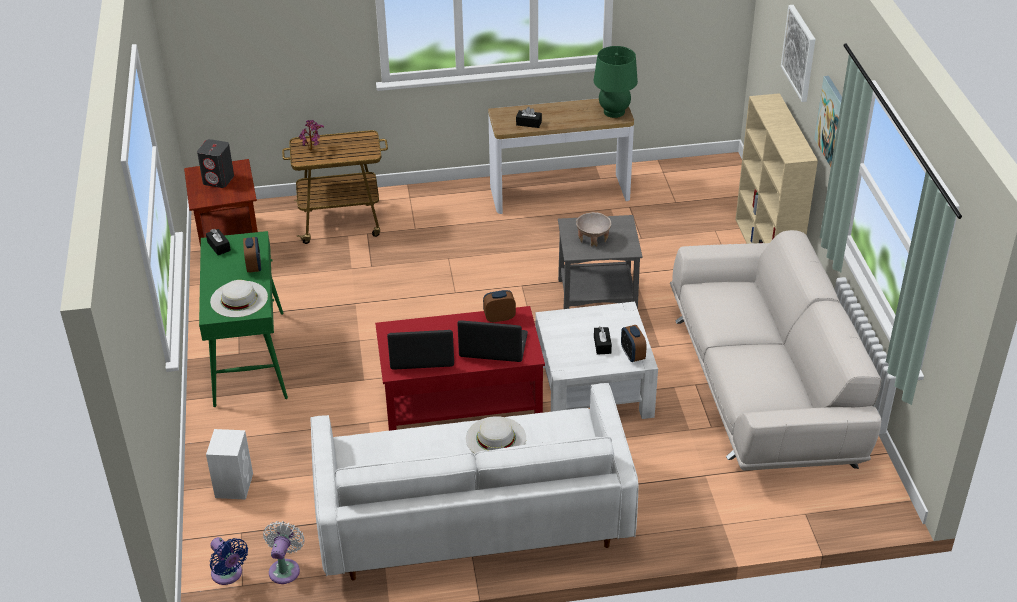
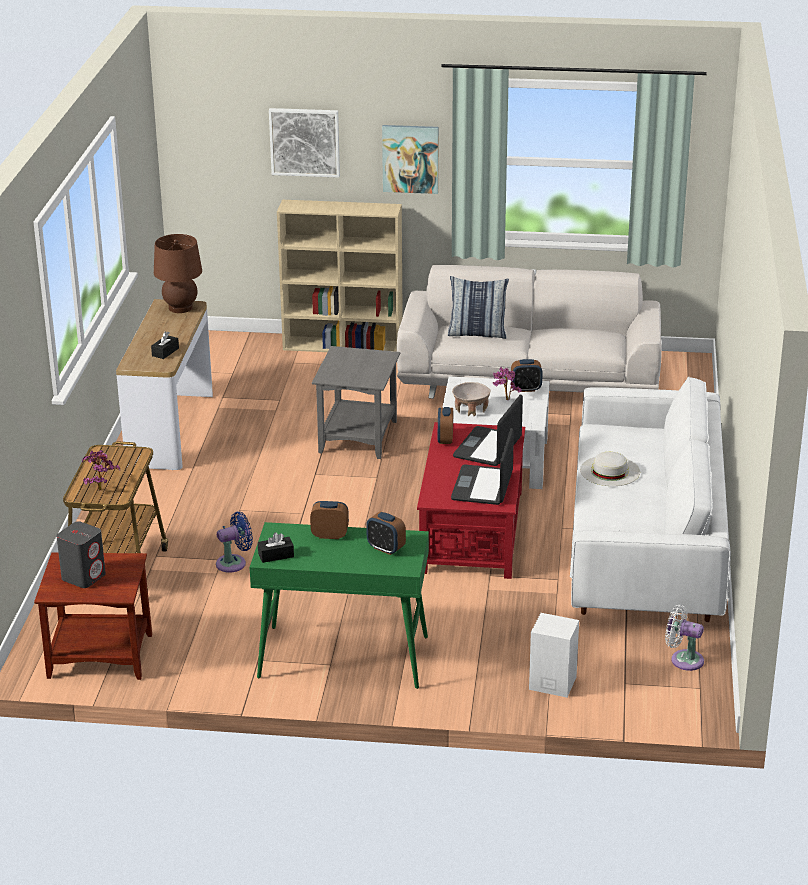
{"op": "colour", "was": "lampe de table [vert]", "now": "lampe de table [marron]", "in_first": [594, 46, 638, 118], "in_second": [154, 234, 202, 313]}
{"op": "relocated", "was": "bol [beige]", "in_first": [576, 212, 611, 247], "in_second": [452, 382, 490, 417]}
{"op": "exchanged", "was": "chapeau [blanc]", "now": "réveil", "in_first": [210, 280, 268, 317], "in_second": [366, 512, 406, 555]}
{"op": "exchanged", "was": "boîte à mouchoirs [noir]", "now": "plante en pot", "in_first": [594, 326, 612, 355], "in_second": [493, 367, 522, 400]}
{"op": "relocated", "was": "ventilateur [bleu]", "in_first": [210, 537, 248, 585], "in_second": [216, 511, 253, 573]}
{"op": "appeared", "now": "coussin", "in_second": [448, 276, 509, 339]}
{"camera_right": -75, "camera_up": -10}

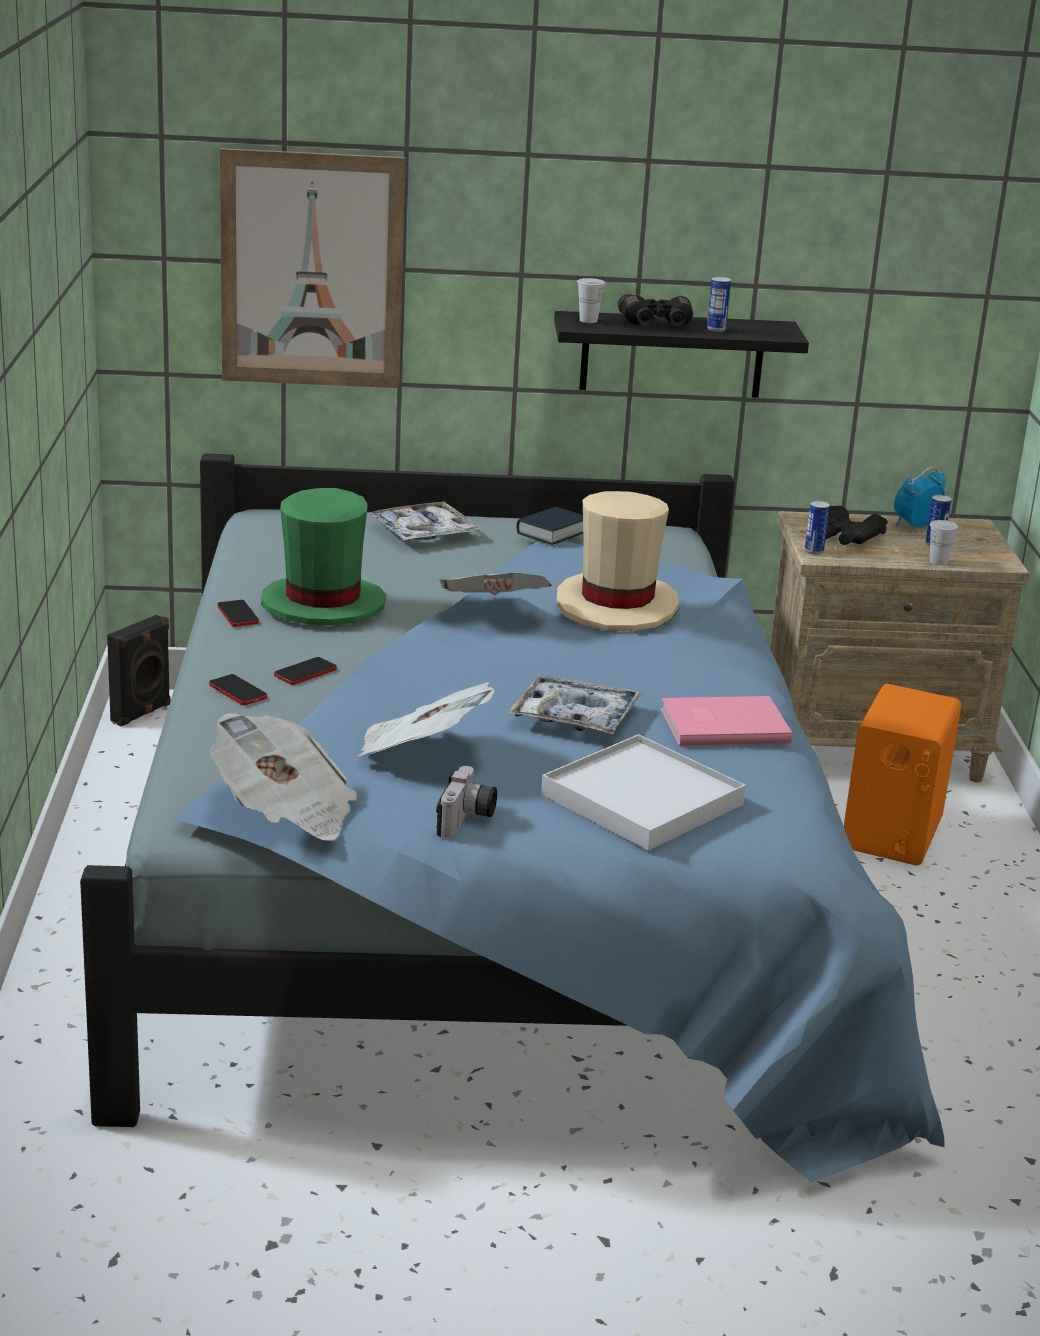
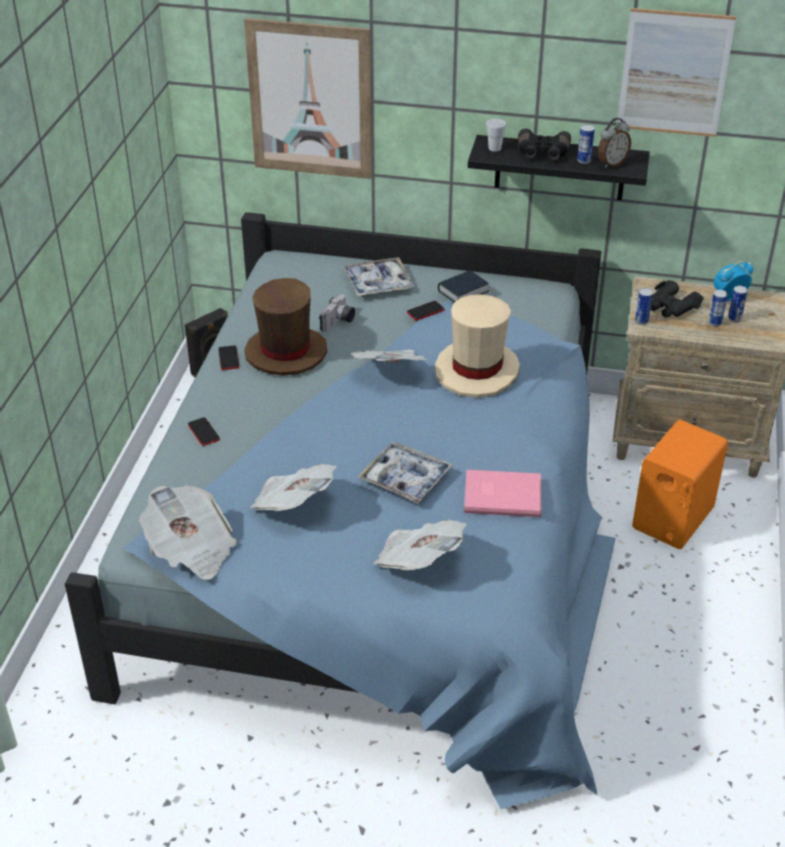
{"op": "colour", "was": "chapeau [vert]", "now": "chapeau [marron]", "in_first": [261, 488, 386, 625], "in_second": [244, 278, 327, 376]}
{"op": "missing", "was": "tasse [blanc]", "in_first": [930, 520, 959, 565]}
{"op": "relocated", "was": "téléphone", "in_first": [274, 657, 337, 685], "in_second": [407, 301, 444, 321]}
{"op": "exchanged", "was": "plateau [blanc]", "now": "journal", "in_first": [541, 734, 746, 851], "in_second": [374, 519, 467, 570]}
{"op": "relocated", "was": "appareil photo", "in_first": [436, 766, 497, 838], "in_second": [319, 294, 355, 332]}
{"op": "appeared", "now": "tableau", "in_second": [617, 8, 736, 137]}
{"op": "appeared", "now": "réveil", "in_second": [598, 118, 631, 168]}
{"op": "appeared", "now": "boîte métallique", "in_second": [708, 290, 728, 326]}
{"camera_right": 15, "camera_up": 15}

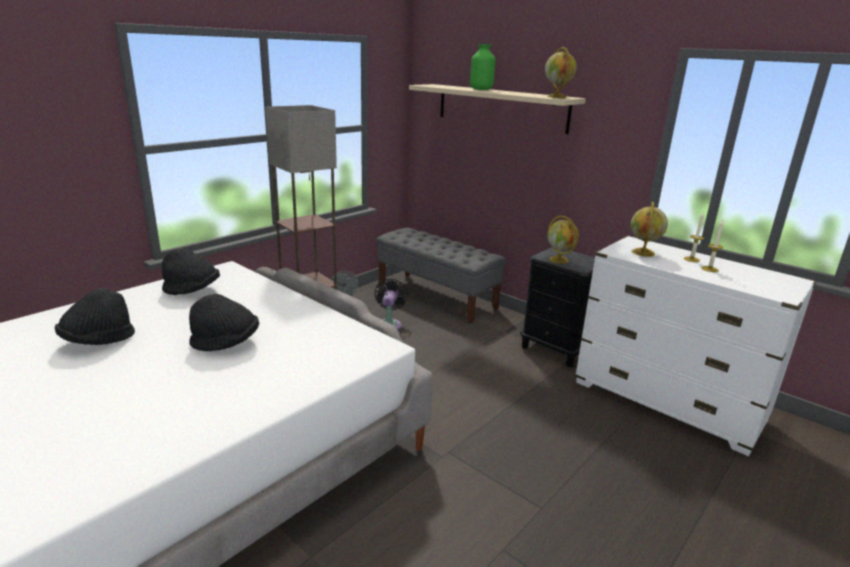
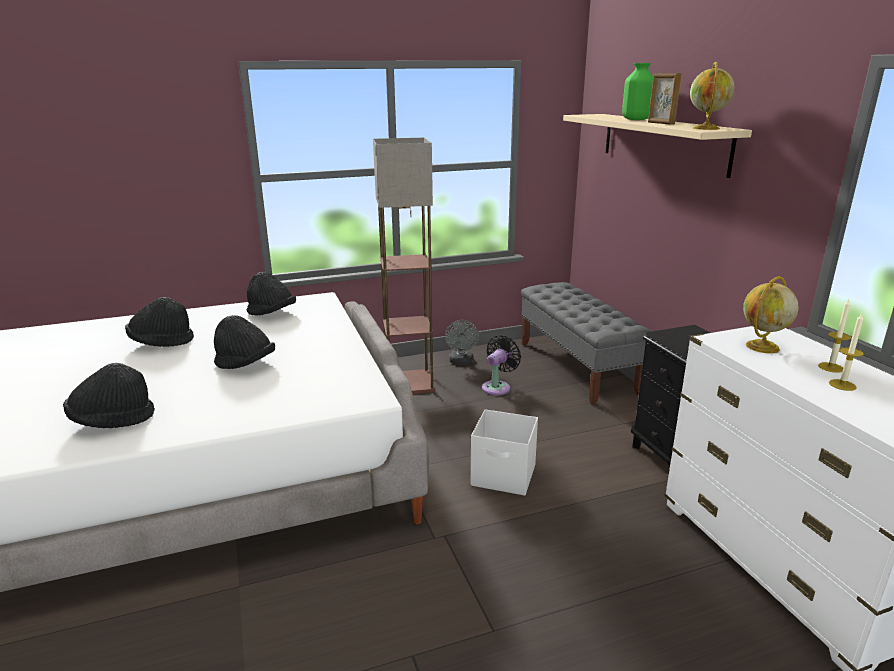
{"op": "missing", "was": "globe", "in_first": [547, 216, 579, 264]}
{"op": "appeared", "now": "cadre photo", "in_second": [648, 73, 681, 125]}
{"op": "appeared", "now": "chapeau [noir]", "in_second": [63, 363, 155, 428]}
{"op": "appeared", "now": "boîte de rangement [blanc]", "in_second": [471, 409, 538, 496]}
{"camera_right": 30, "camera_up": 0}

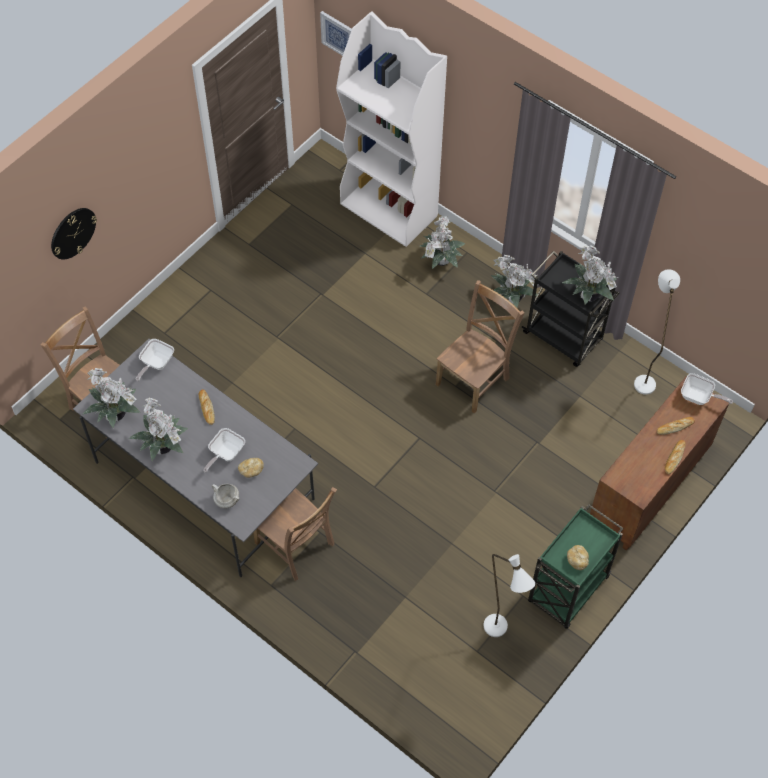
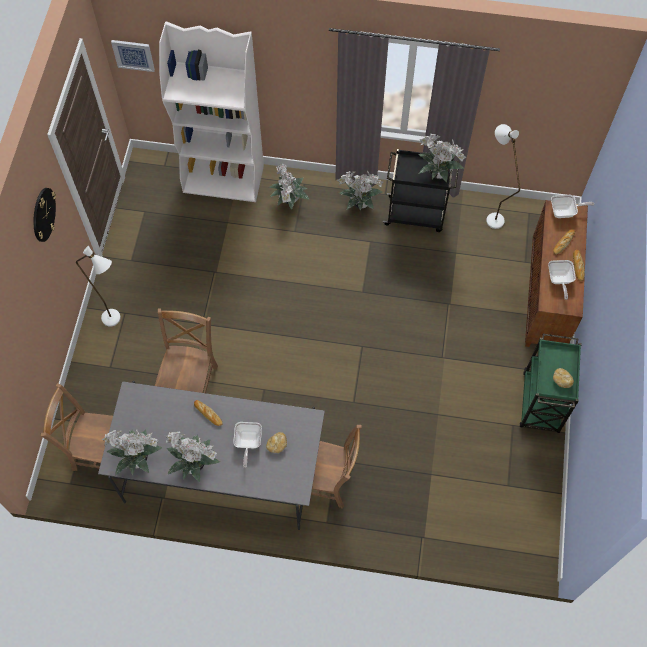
{"op": "relocated", "was": "horloge murale", "in_first": [51, 208, 97, 260], "in_second": [33, 188, 56, 242]}
{"op": "relocated", "was": "chaise [marron]", "in_first": [436, 280, 524, 414], "in_second": [155, 308, 218, 393]}
{"op": "relocated", "was": "poêle", "in_first": [136, 339, 174, 381], "in_second": [548, 260, 576, 300]}
{"op": "missing", "was": "marmite [blanc]", "in_first": [212, 484, 240, 508]}
{"op": "relocated", "was": "lampadaire [blanc]", "in_first": [484, 554, 535, 637], "in_second": [76, 246, 121, 327]}
{"camera_right": -30, "camera_up": 5}

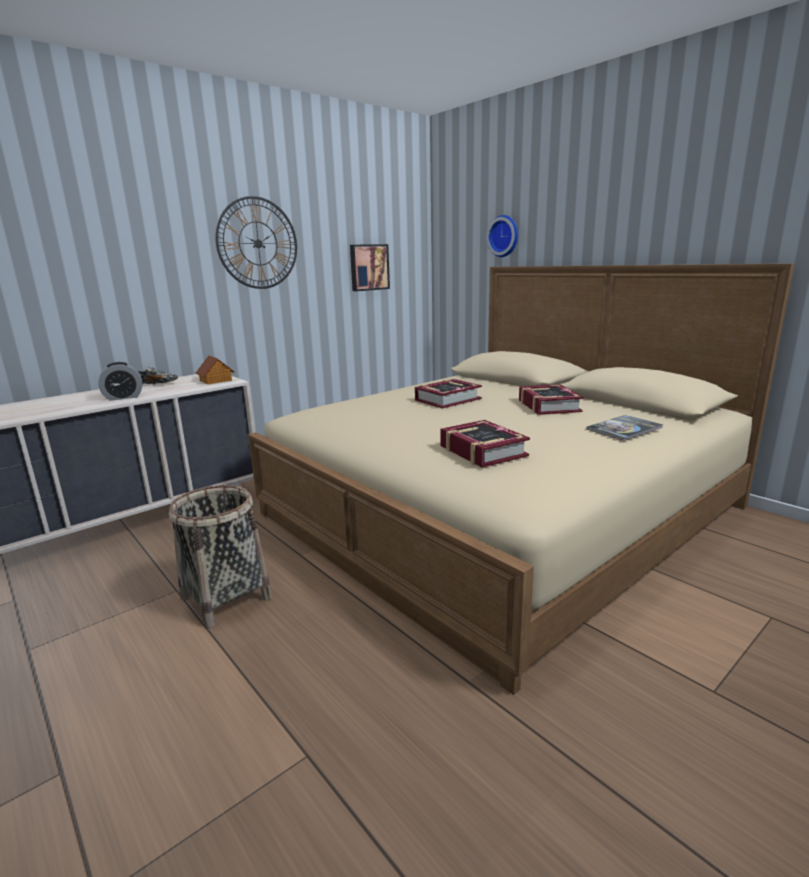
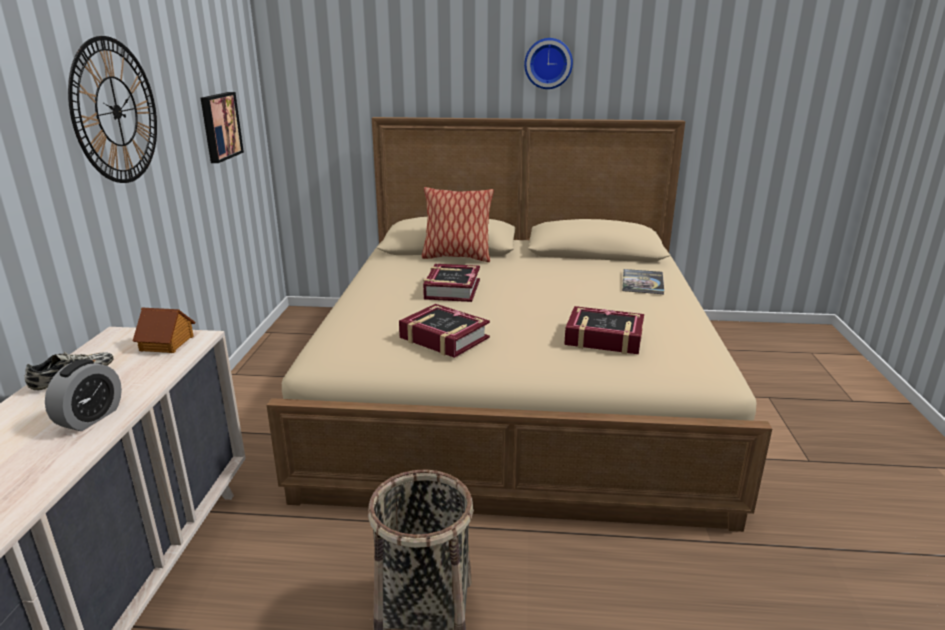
{"op": "relocated", "was": "horloge murale", "in_first": [486, 215, 518, 257], "in_second": [524, 38, 573, 89]}
{"op": "relocated", "was": "livre", "in_first": [519, 384, 584, 415], "in_second": [399, 304, 490, 358]}
{"op": "appeared", "now": "coussin", "in_second": [421, 187, 494, 262]}
{"camera_right": -45, "camera_up": 5}

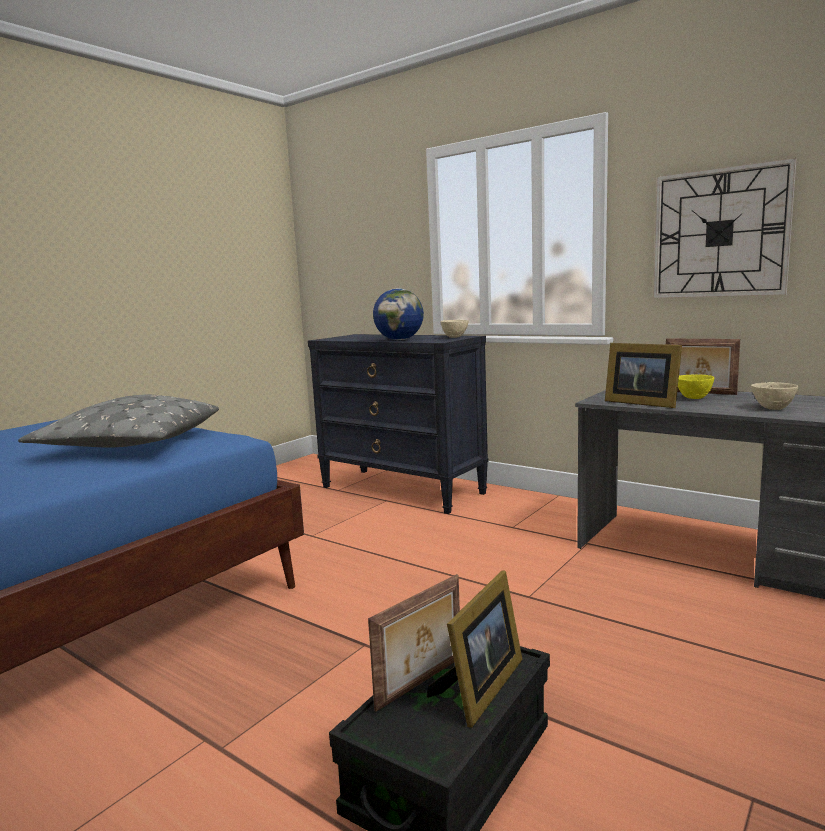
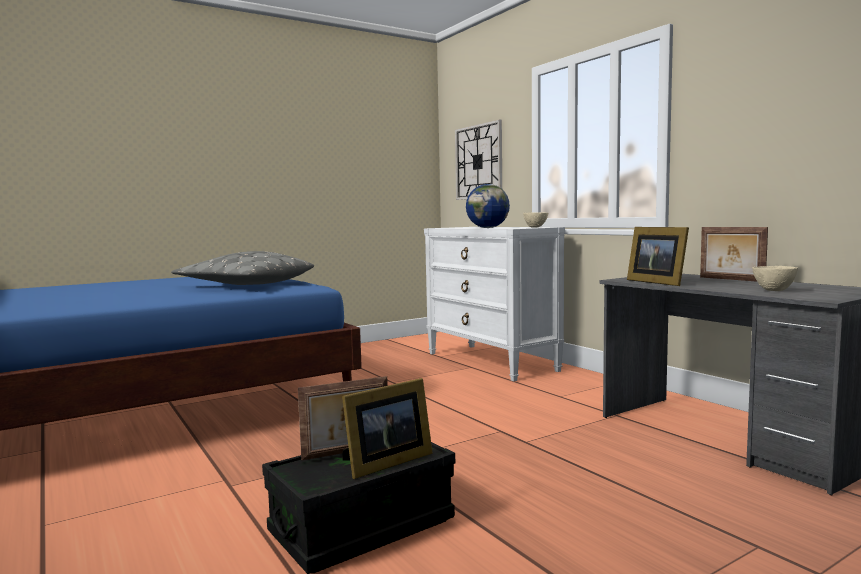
{"op": "relocated", "was": "horloge murale", "in_first": [653, 158, 796, 298], "in_second": [455, 120, 502, 200]}
{"op": "colour", "was": "commode [noir]", "now": "commode [blanc]", "in_first": [308, 334, 488, 514], "in_second": [424, 227, 565, 381]}
{"op": "missing", "was": "bol [jaune]", "in_first": [678, 375, 715, 399]}
{"camera_right": 20, "camera_up": -5}

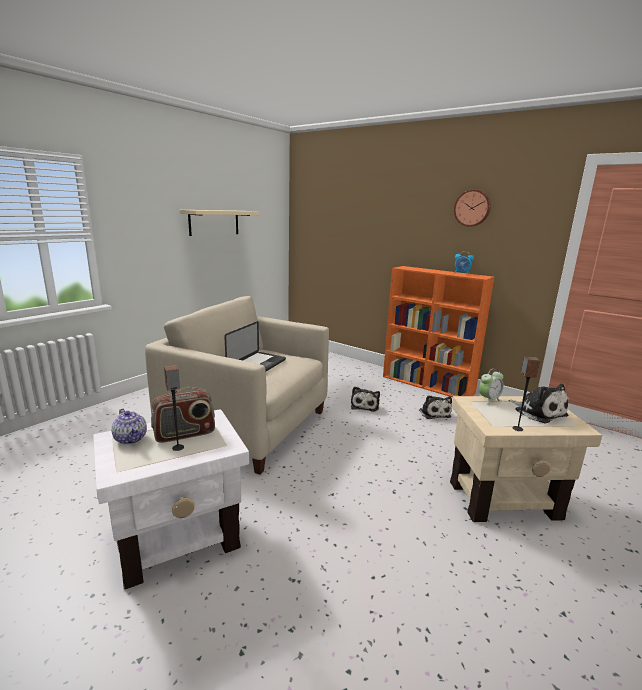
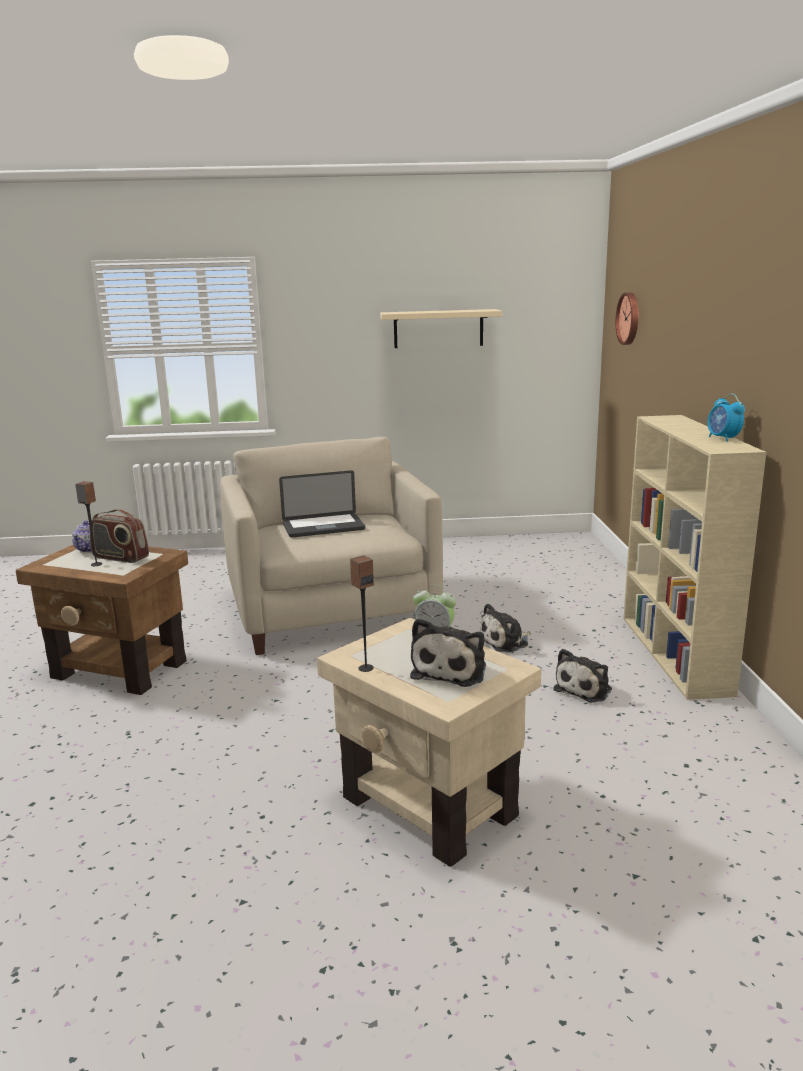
{"op": "relocated", "was": "horloge murale", "in_first": [454, 189, 491, 227], "in_second": [615, 292, 639, 345]}
{"op": "colour", "was": "bibliothèque [orange]", "now": "bibliothèque [beige]", "in_first": [383, 266, 494, 397], "in_second": [623, 415, 766, 700]}
{"op": "colour", "was": "table d'appoint [blanc]", "now": "table d'appoint [marron]", "in_first": [93, 409, 249, 590], "in_second": [16, 545, 188, 695]}
{"camera_right": 50, "camera_up": 0}

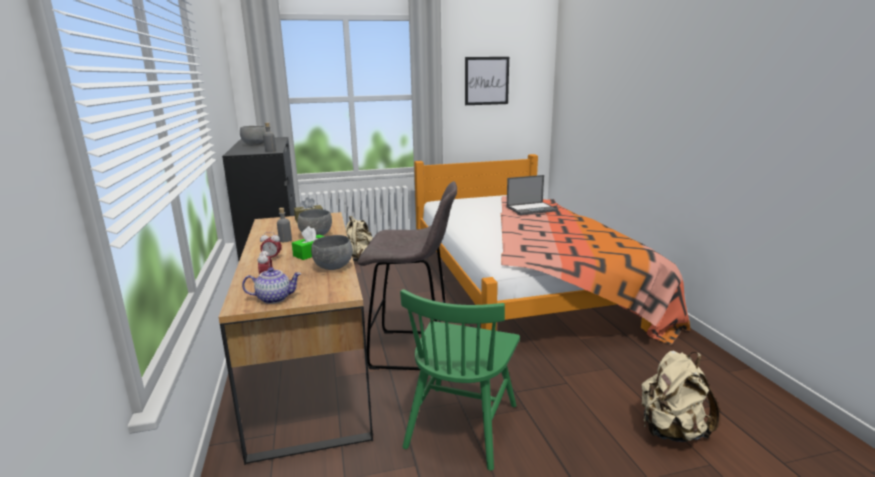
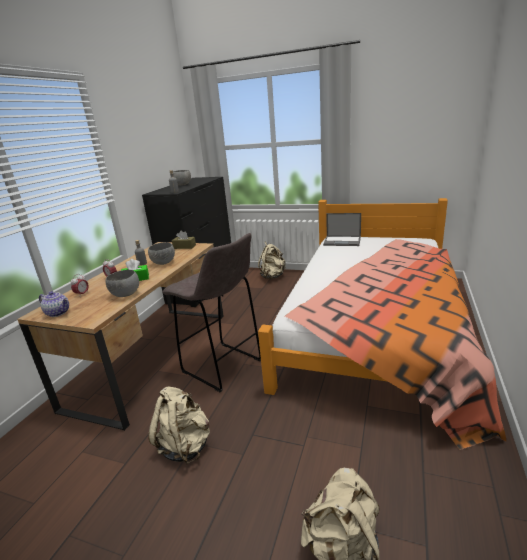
{"op": "missing", "was": "tableau", "in_first": [465, 57, 509, 105]}
{"op": "relocated", "was": "ordinateur portable", "in_first": [507, 175, 558, 215], "in_second": [323, 213, 361, 246]}
{"op": "exchanged", "was": "chaise [vert]", "now": "sac à dos [beige]", "in_first": [400, 289, 520, 471], "in_second": [148, 386, 210, 464]}
{"camera_right": 35, "camera_up": 5}

